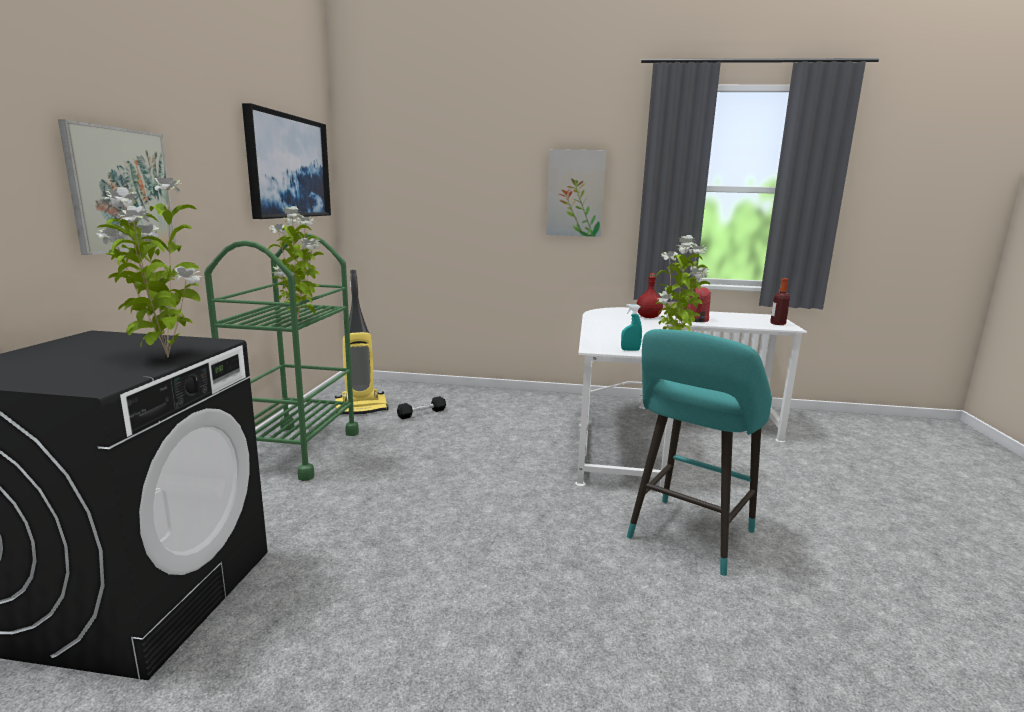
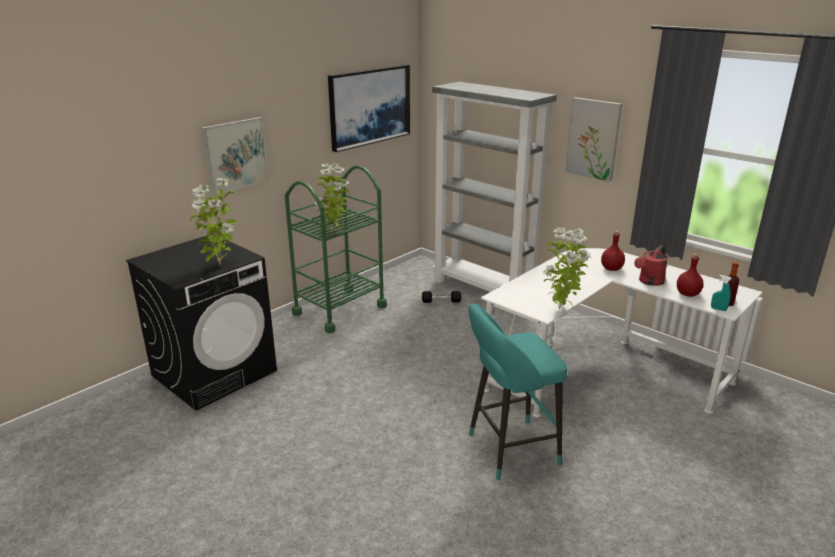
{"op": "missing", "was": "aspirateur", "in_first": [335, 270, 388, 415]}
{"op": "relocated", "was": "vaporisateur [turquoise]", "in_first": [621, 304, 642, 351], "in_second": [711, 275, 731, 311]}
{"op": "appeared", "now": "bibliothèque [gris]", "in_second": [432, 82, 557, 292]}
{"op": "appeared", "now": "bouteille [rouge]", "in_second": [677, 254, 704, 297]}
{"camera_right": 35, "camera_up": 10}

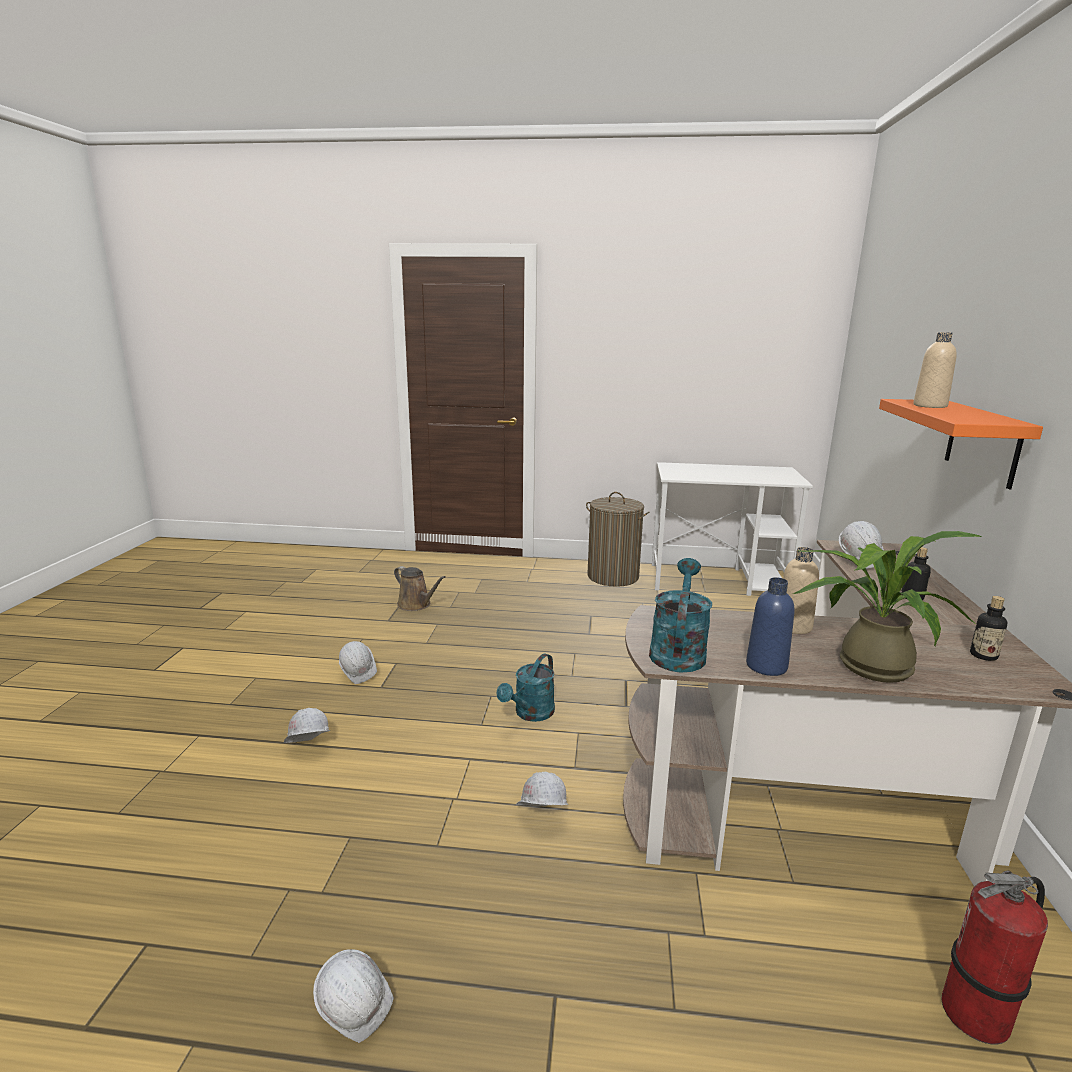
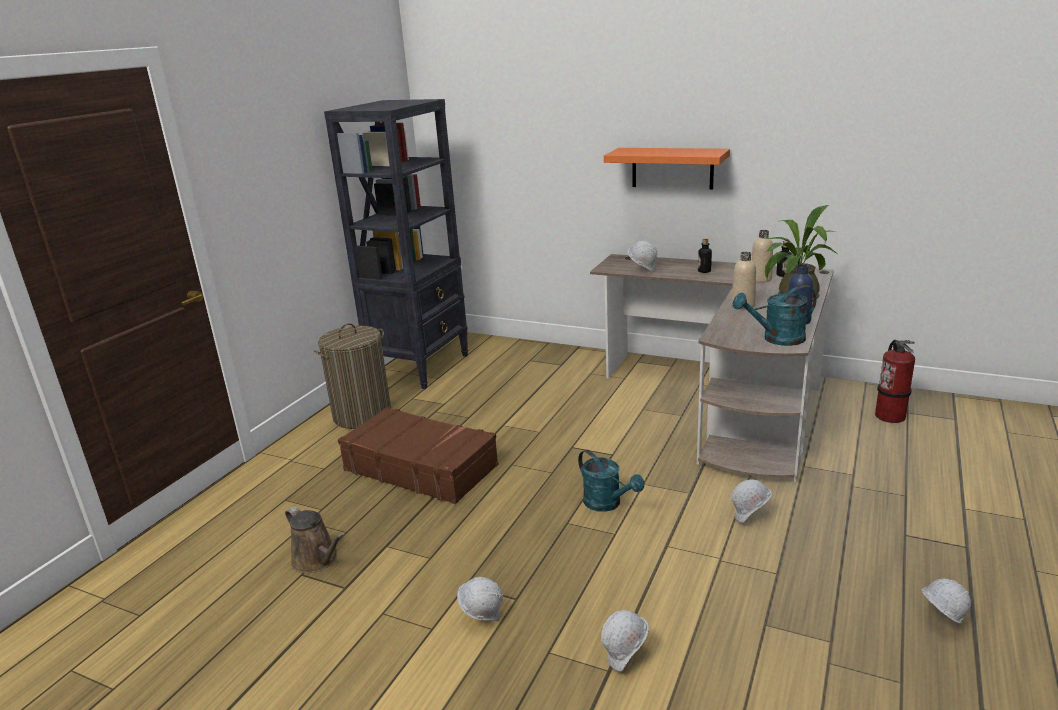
{"op": "relocated", "was": "bouteille [beige]", "in_first": [913, 332, 957, 408], "in_second": [751, 230, 773, 282]}
{"op": "exchanged", "was": "bureau [blanc]", "now": "bibliothèque [noir]", "in_first": [652, 462, 813, 596], "in_second": [324, 99, 468, 389]}
{"op": "spun", "was": "arrosoir [turquoise]", "in_first": [649, 558, 712, 672], "in_second": [733, 285, 817, 346], "clockwise": -45}
{"op": "spun", "was": "arrosoir [marron]", "in_first": [394, 566, 446, 611], "in_second": [285, 506, 344, 573], "clockwise": 75}
{"op": "appeared", "now": "valise [marron]", "in_second": [338, 407, 499, 504]}
{"camera_right": -70, "camera_up": 5}

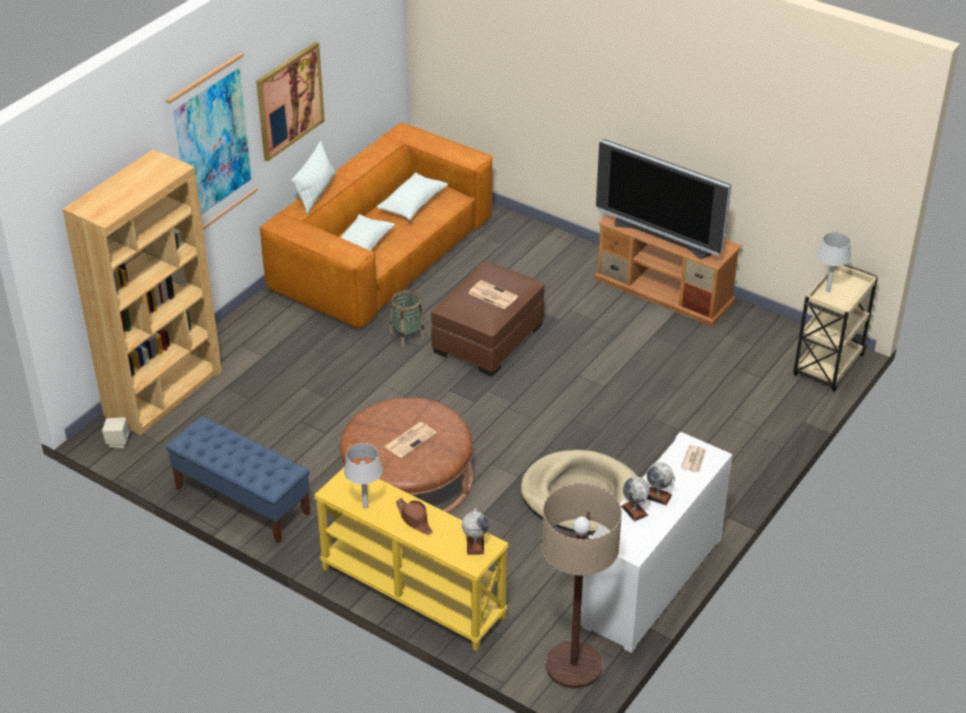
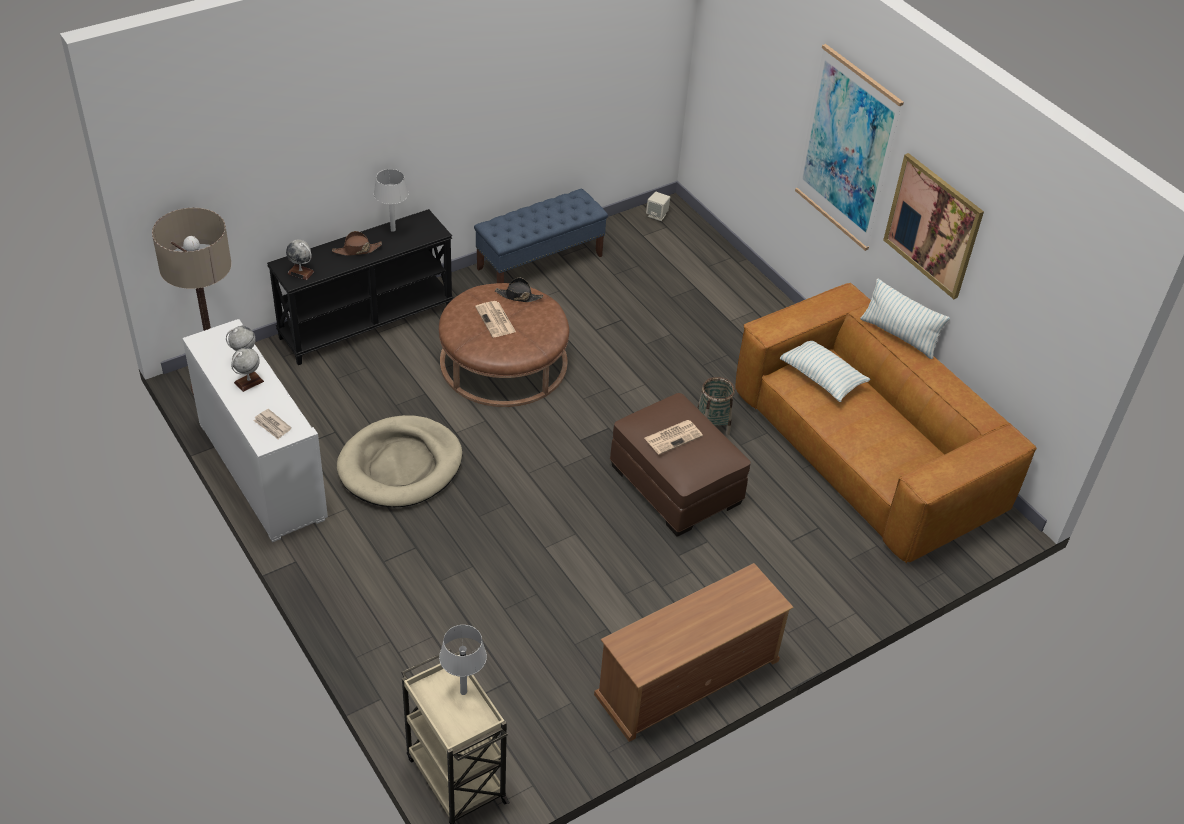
{"op": "missing", "was": "téléviseur", "in_first": [596, 139, 731, 259]}
{"op": "missing", "was": "bibliothèque [marron]", "in_first": [63, 150, 222, 435]}
{"op": "missing", "was": "coussin", "in_first": [377, 172, 448, 220]}
{"op": "colour", "was": "table console [jaune]", "now": "table console [noir]", "in_first": [314, 467, 509, 651], "in_second": [267, 209, 453, 365]}
{"op": "appeared", "now": "chapeau [noir]", "in_second": [495, 278, 543, 302]}
{"camera_right": 110, "camera_up": 5}

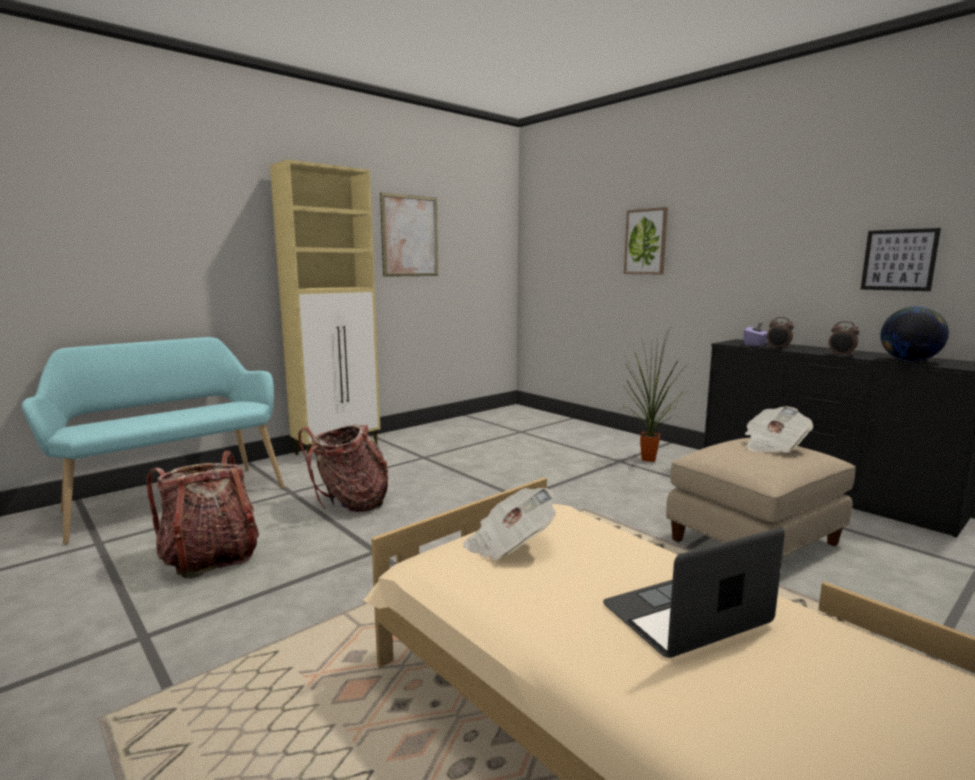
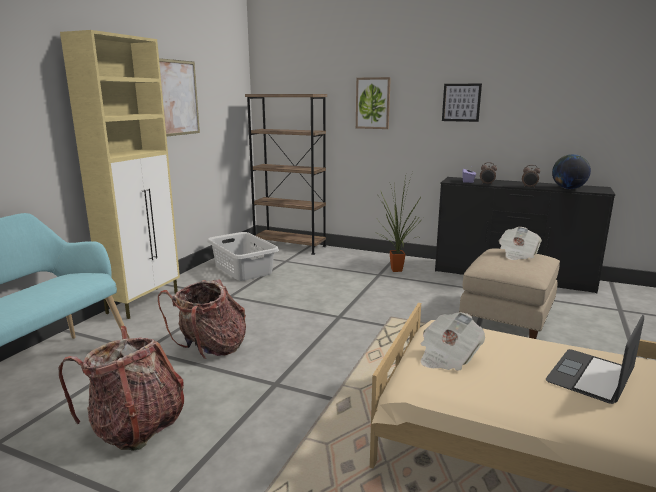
{"op": "relocated", "was": "tableau", "in_first": [861, 228, 941, 291], "in_second": [442, 84, 482, 122]}
{"op": "appeared", "now": "bibliothèque [marron]", "in_second": [245, 94, 327, 255]}
{"op": "appeared", "now": "panier à linge [gris]", "in_second": [207, 232, 279, 281]}
{"camera_right": -25, "camera_up": 5}

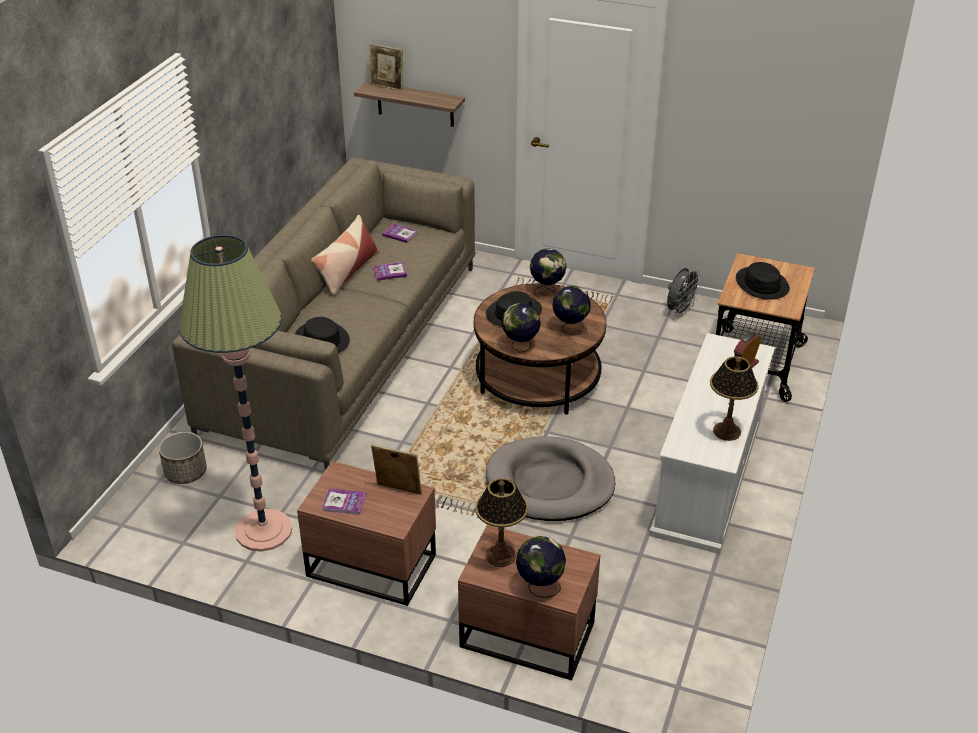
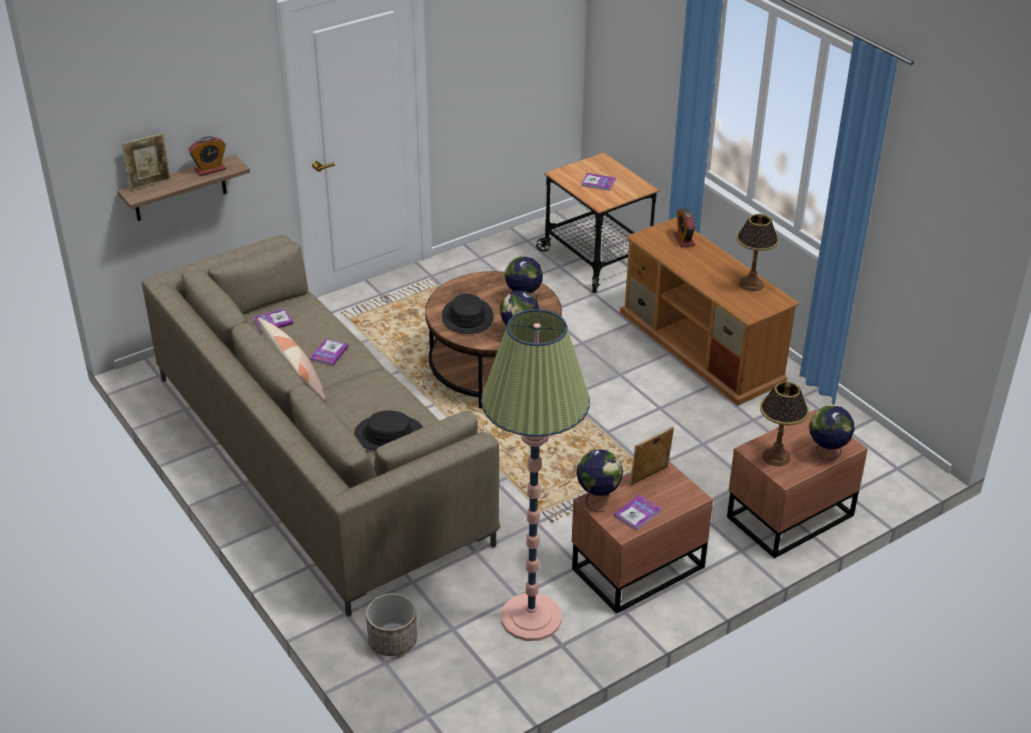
{"op": "relocated", "was": "globe", "in_first": [530, 248, 567, 297], "in_second": [576, 450, 623, 512]}
{"op": "exchanged", "was": "chapeau [noir]", "now": "livre", "in_first": [736, 262, 790, 300], "in_second": [581, 173, 616, 191]}
{"op": "missing", "was": "ventilateur [gris]", "in_first": [667, 268, 702, 317]}
{"op": "colour", "was": "meuble télé [blanc]", "now": "meuble télé [marron]", "in_first": [649, 333, 775, 554], "in_second": [620, 217, 800, 406]}
{"op": "missing", "was": "panier pour chien [gris]", "in_first": [486, 436, 615, 521]}
{"op": "appeared", "now": "réveil", "in_second": [188, 136, 226, 176]}
{"camera_right": -55, "camera_up": 0}

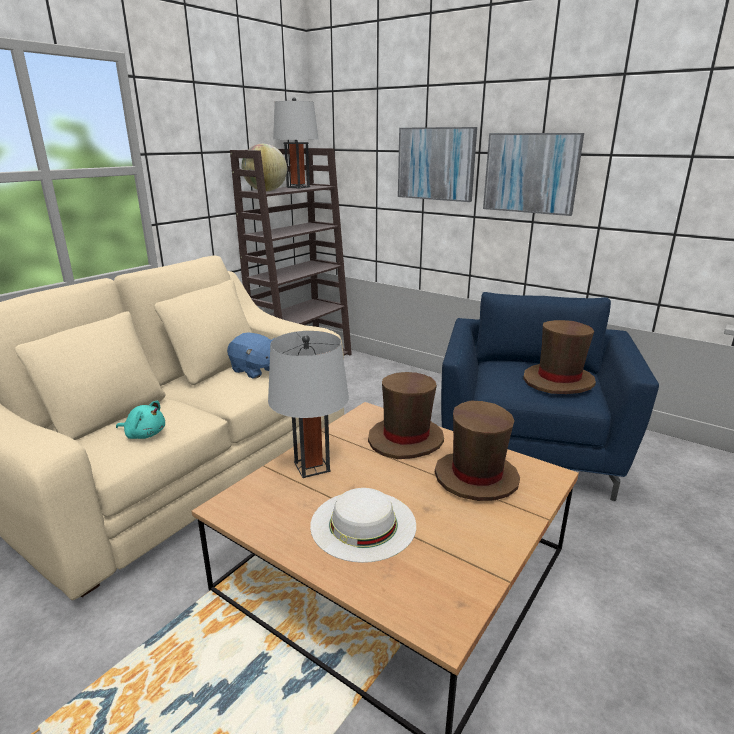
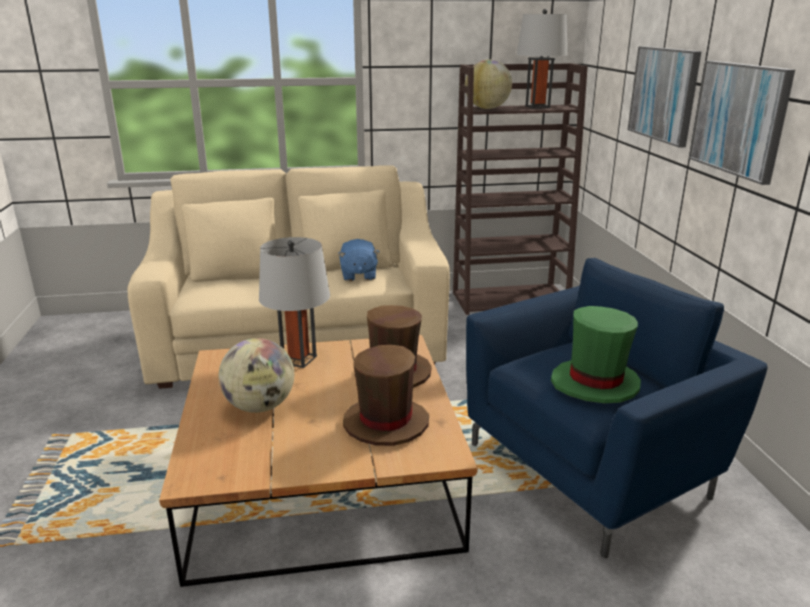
{"op": "colour", "was": "chapeau [marron]", "now": "chapeau [vert]", "in_first": [523, 320, 596, 394], "in_second": [551, 306, 641, 404]}
{"op": "missing", "was": "peluche [turquoise]", "in_first": [116, 400, 165, 439]}
{"op": "exchanged", "was": "chapeau [blanc]", "now": "globe", "in_first": [310, 488, 416, 563], "in_second": [219, 338, 294, 413]}
{"camera_right": 45, "camera_up": 0}

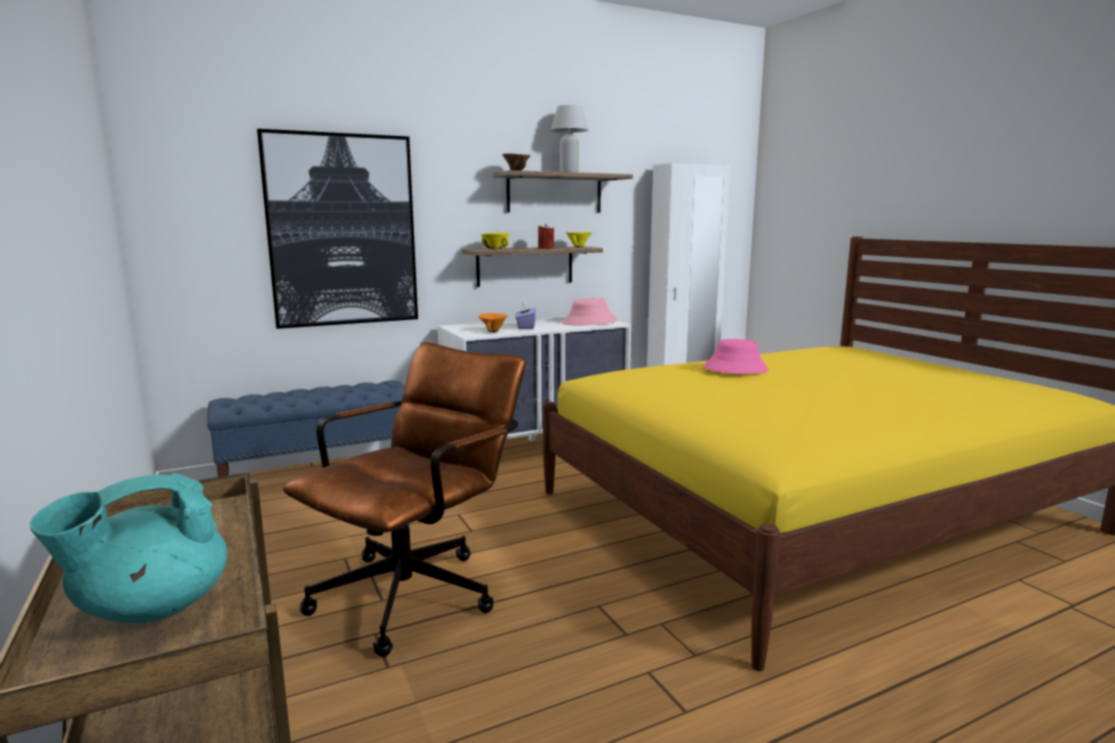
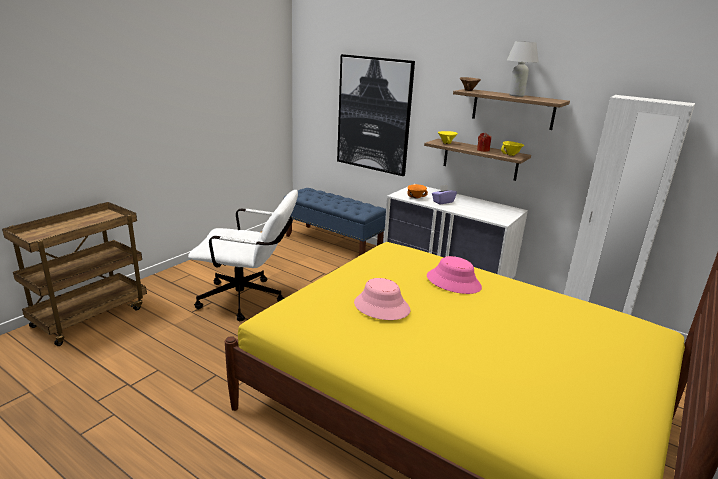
{"op": "relocated", "was": "chapeau [rose]", "in_first": [562, 298, 617, 325], "in_second": [354, 278, 411, 320]}
{"op": "colour", "was": "chaise de bureau [marron]", "now": "chaise de bureau [blanc]", "in_first": [283, 343, 526, 657], "in_second": [188, 190, 298, 321]}
{"op": "missing", "was": "théière [turquoise]", "in_first": [30, 473, 227, 623]}
{"camera_right": 60, "camera_up": 10}

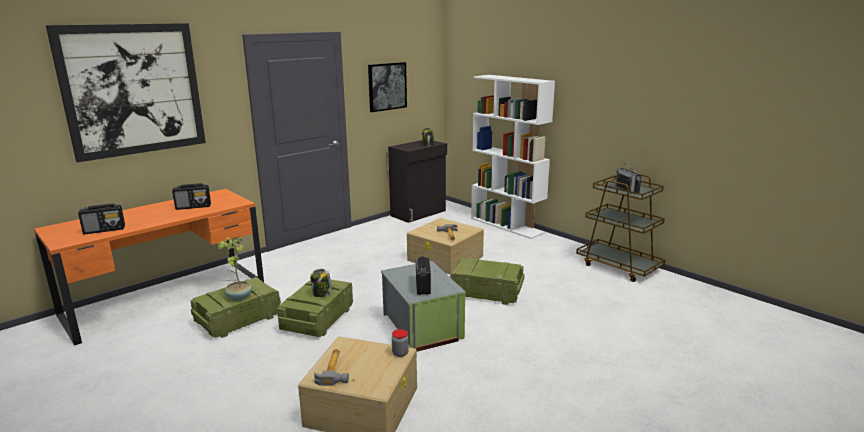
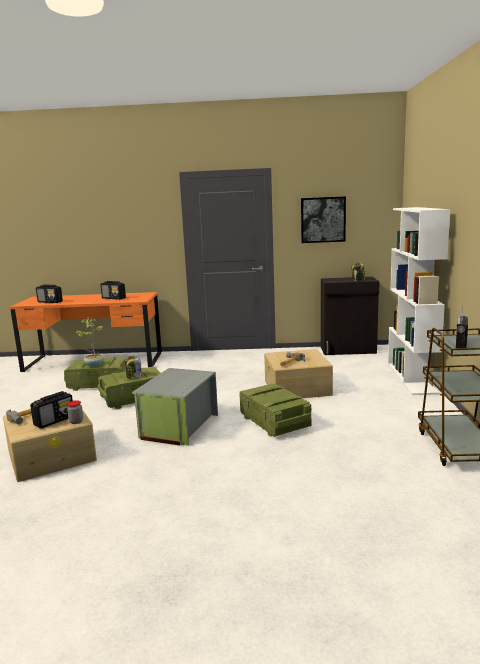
{"op": "missing", "was": "tableau", "in_first": [46, 23, 206, 162]}
{"op": "relocated", "was": "radio", "in_first": [416, 257, 431, 295], "in_second": [30, 391, 73, 428]}
{"camera_right": 45, "camera_up": -5}

